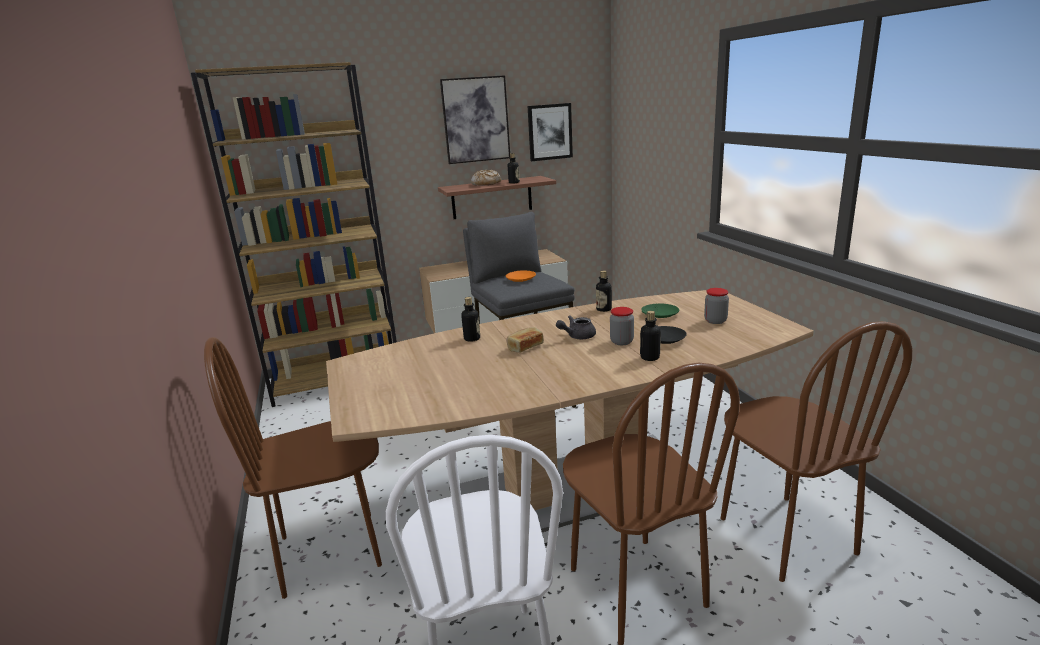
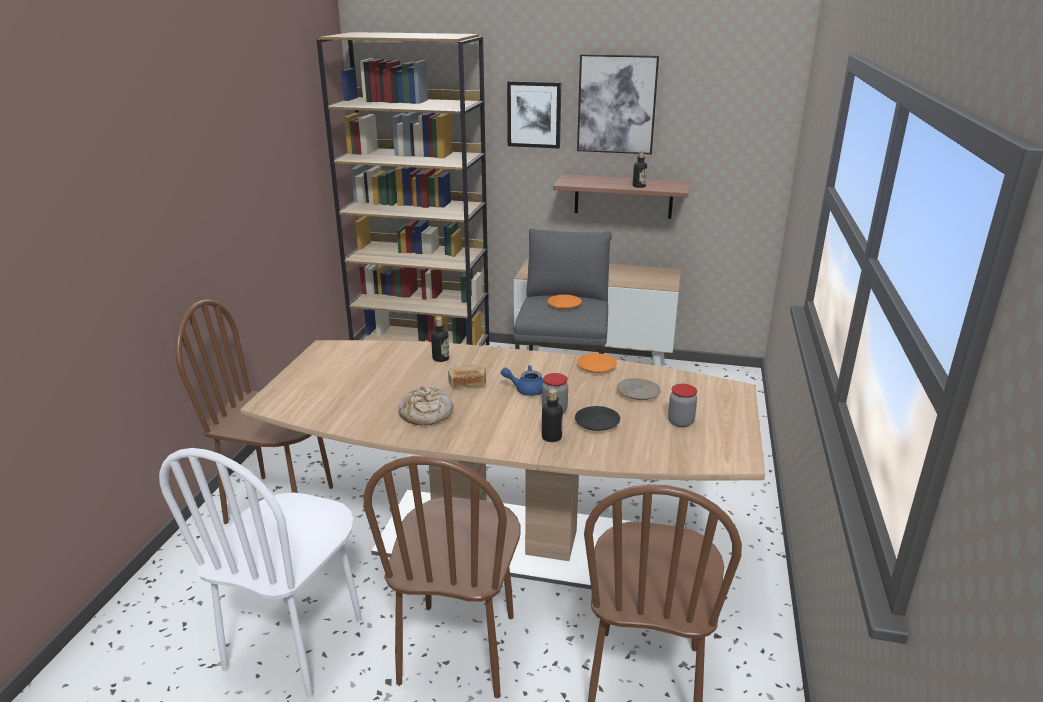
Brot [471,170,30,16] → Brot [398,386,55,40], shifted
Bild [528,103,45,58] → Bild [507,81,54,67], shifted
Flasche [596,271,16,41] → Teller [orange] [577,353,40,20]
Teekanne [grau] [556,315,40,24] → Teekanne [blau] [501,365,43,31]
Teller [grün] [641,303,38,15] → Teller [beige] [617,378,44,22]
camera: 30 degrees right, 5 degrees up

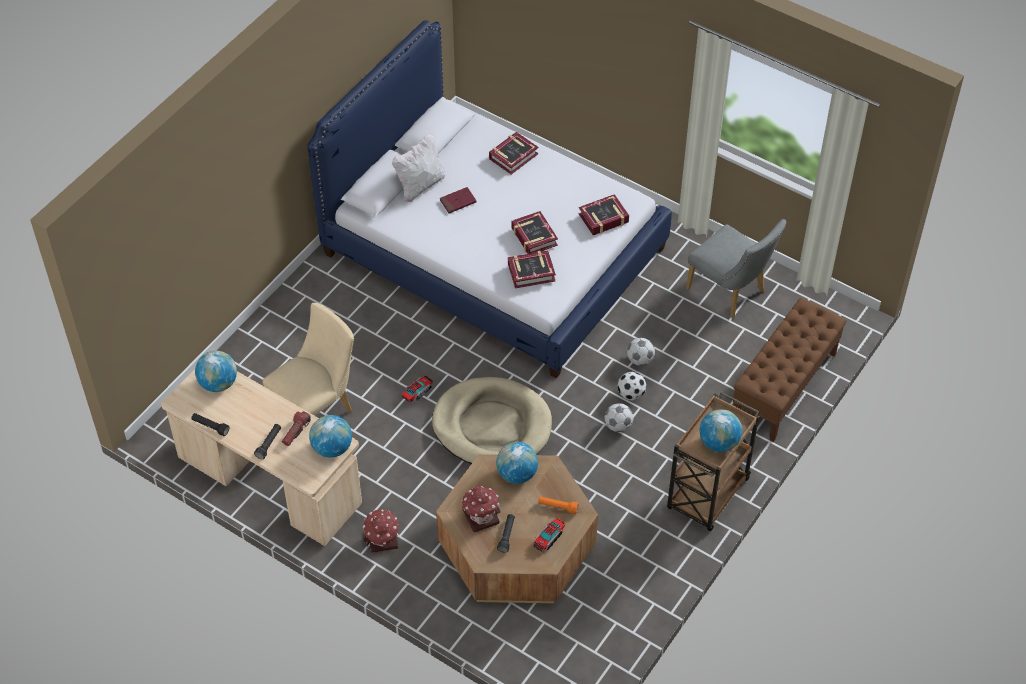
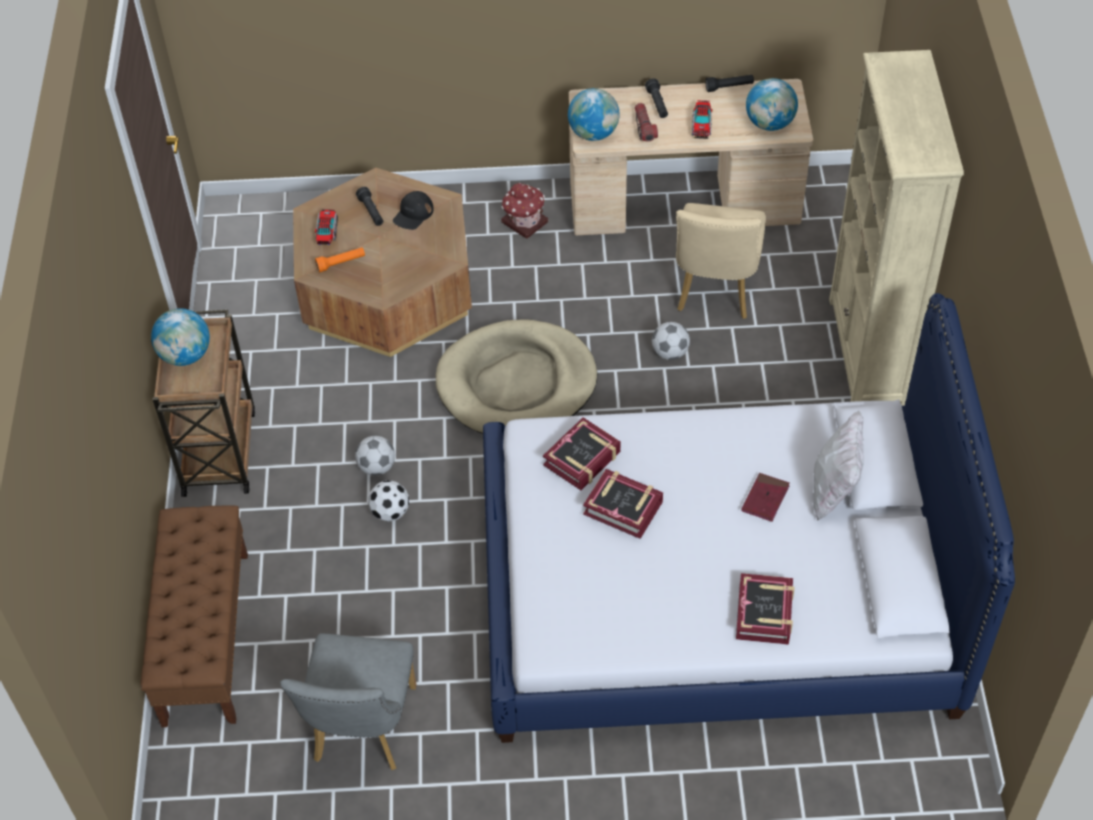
Globus [496,442,42,42] → -
Buch [579,194,50,41] → -
- → Bücherregal [beige] [829,50,135,356]
Spielzeuglaster [401,376,32,26] → Spielzeuglaster [692,100,21,39], shifted
Fußball [627,338,28,28] → Fußball [652,322,38,38], shifted
Spielzeughaus [462,486,38,46] → Kappe [schwarz] [393,191,41,39]
Stuhl [grau] [686,219,100,99] → Stuhl [grau] [280,633,137,137], 90 degrees counterclockwise
camera: 145 degrees right, 0 degrees up

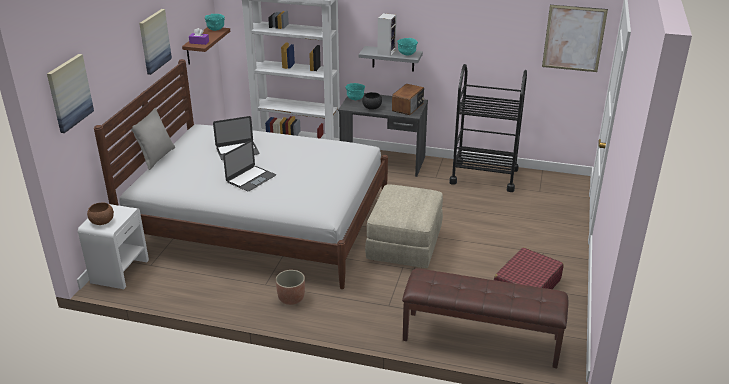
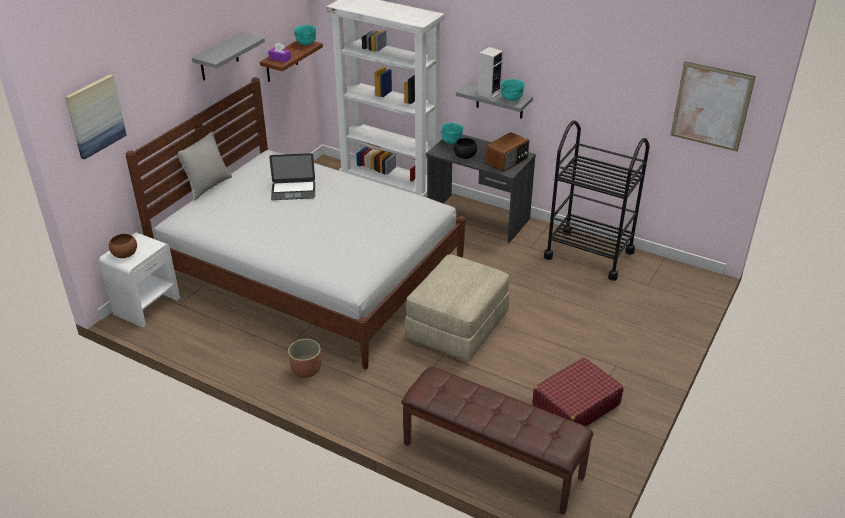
Laptop [223,140,53,51] → -
Bild [139,9,33,66] → Wandregal [grau] [192,32,73,49]
camera: 15 degrees right, 5 degrees up

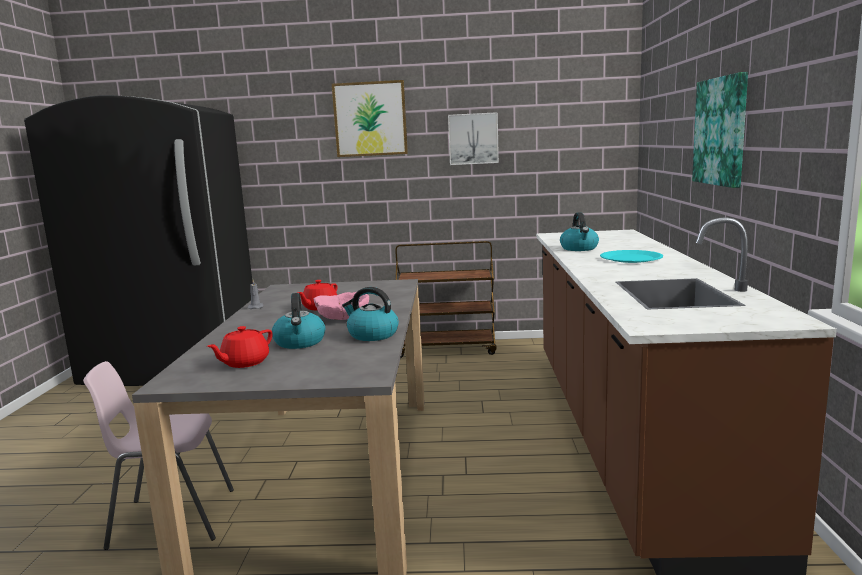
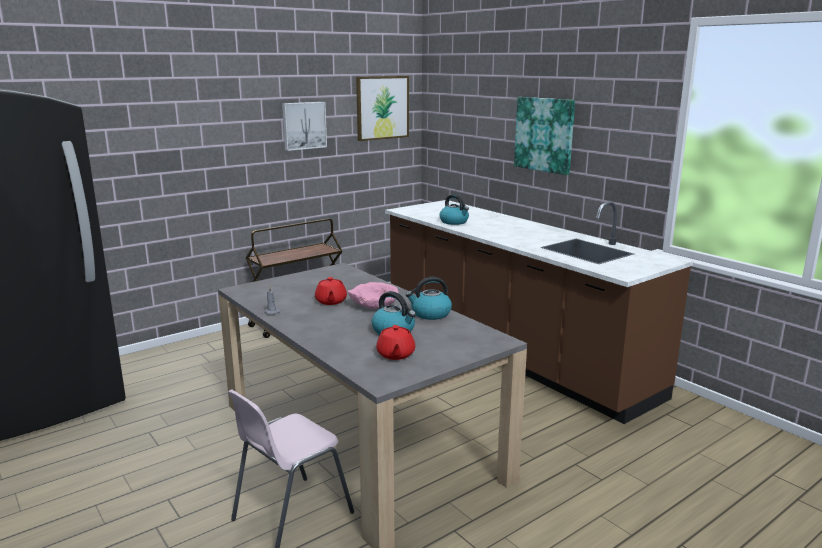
Teller [türkis] [600,250,63,13] → -
Bild [332,80,76,77] → Bild [356,76,53,65], shifted
camera: 40 degrees left, 5 degrees up

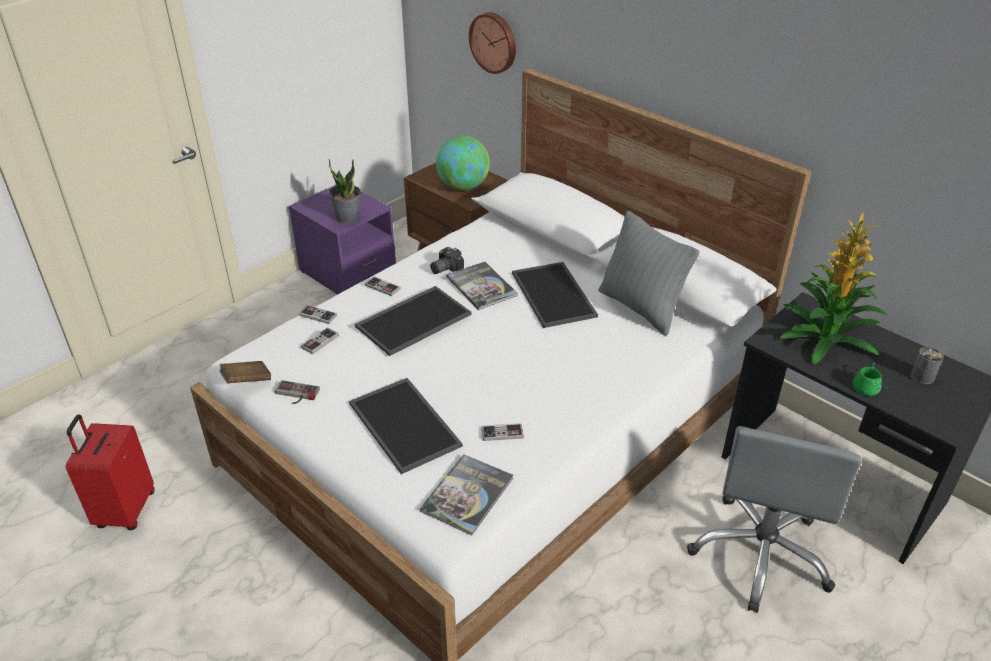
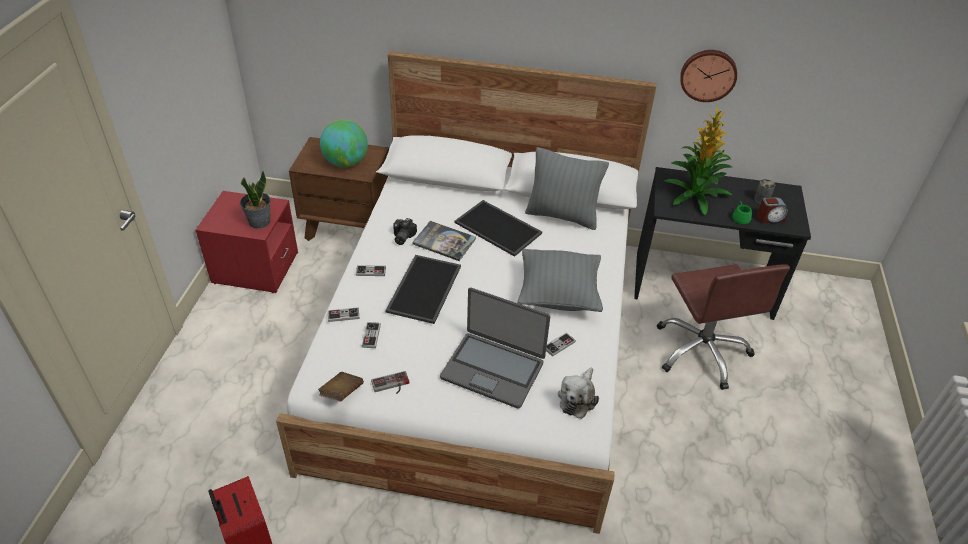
- → Kissen [grau] [517,248,86,64]
- → Wecker [756,197,32,26]
Wanduhr [469,12,47,62] → Wanduhr [680,50,57,52], shifted
Tablett [349,378,114,96] → Laptop [440,287,110,122]
Buch [420,454,93,81] → Plüschtier [558,368,41,51]
Nachttisch [lila] [289,185,107,110] → Nachttisch [rot] [195,191,103,102]
Bürostuhl [grau] [687,426,175,187] → Bürostuhl [braun] [657,264,133,126]
camera: 35 degrees left, 5 degrees up

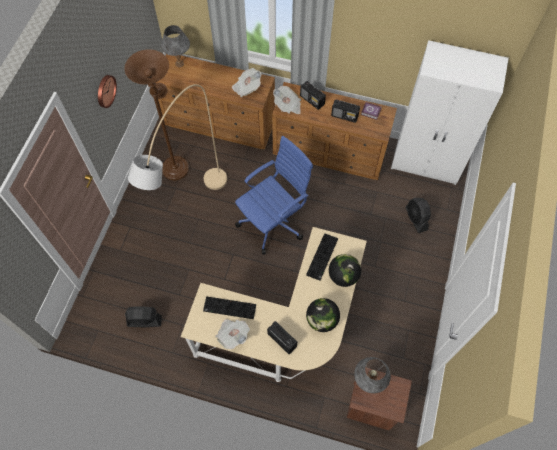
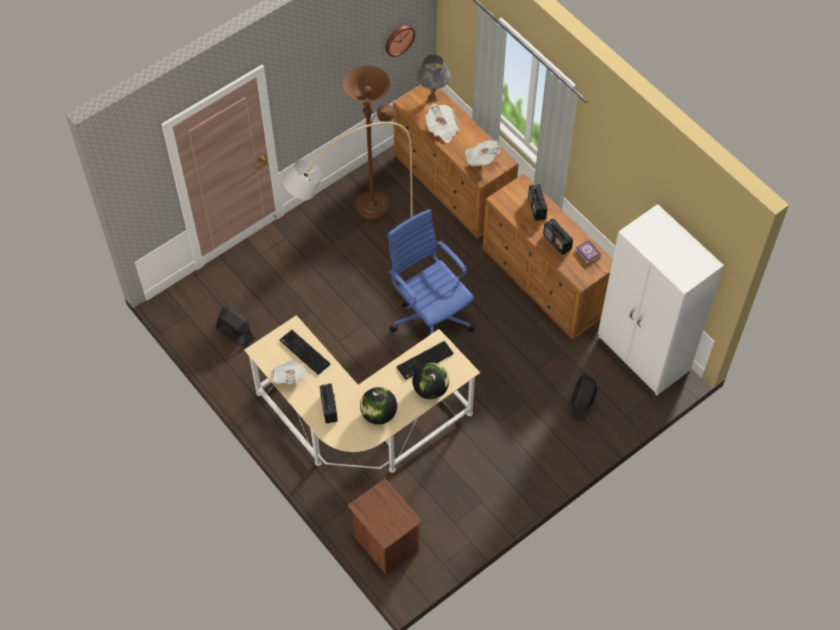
Tischlampe [grau] [354,357,37,37] → -
Wanduhr [98,75,19,33] → Wanduhr [385,25,30,32], shifted
Zeitung [273,86,28,28] → Zeitung [425,104,35,39], shifted
Bürostuhl [blau] [235,136,78,119] → Bürostuhl [blau] [387,209,87,126], 120 degrees counterclockwise
camera: 35 degrees right, 5 degrees down

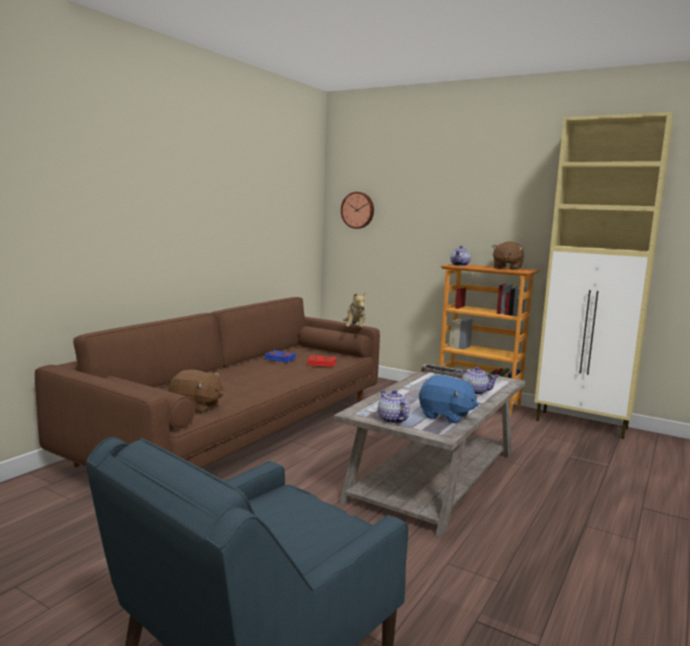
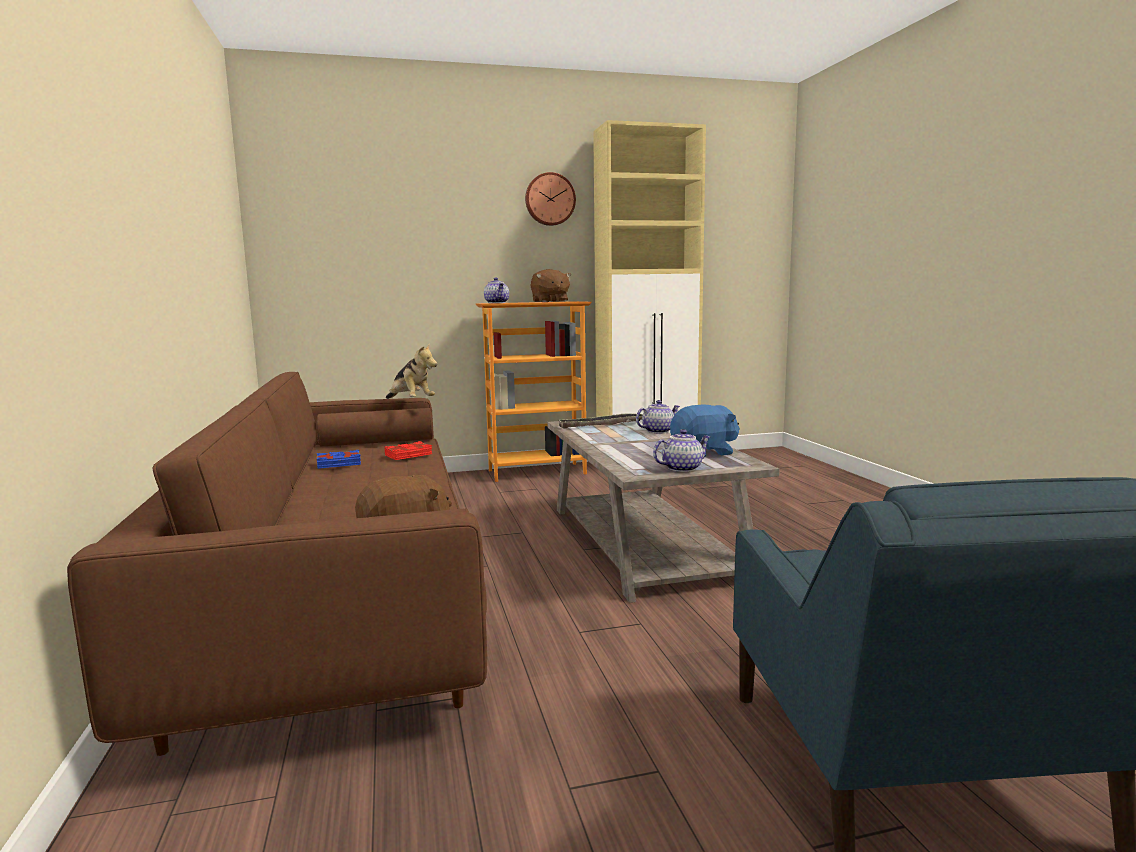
Wanduhr [341,192,33,37] → Wanduhr [525,172,51,54], shifted
Teekanne [378,390,32,34] → Teekanne [653,429,57,43], 135 degrees clockwise
camera: 45 degrees left, 0 degrees up

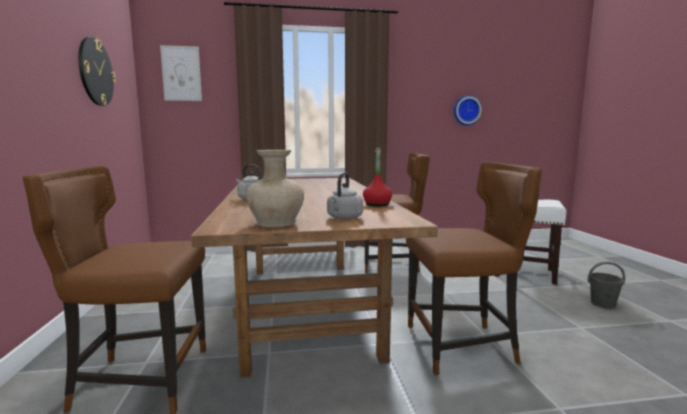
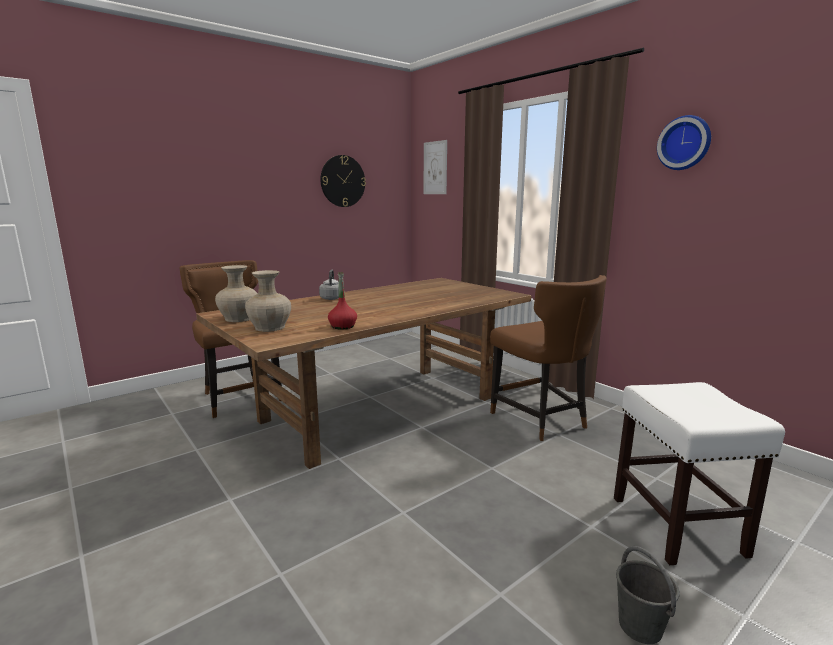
Stuhl [braun] [406,162,136,213] → -
Wanduhr [454,95,28,30] → Wanduhr [657,115,54,55], shifted
Wasserkessel [grau] [327,172,36,47] → Vase [beige] [245,270,46,62]
camera: 60 degrees right, 5 degrees up

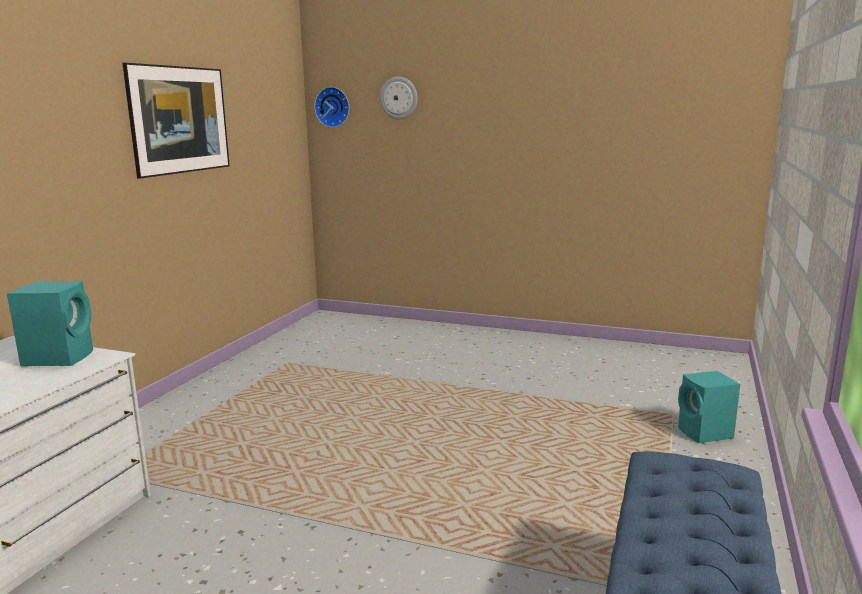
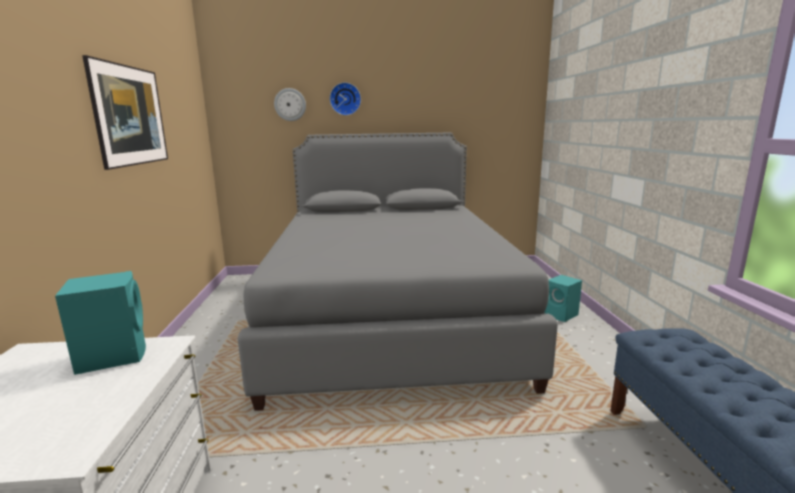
- → Bett [grau] [238,133,320,278]
Wanduhr [314,87,36,41] → Wanduhr [330,82,31,33], shifted
camera: 25 degrees left, 0 degrees up

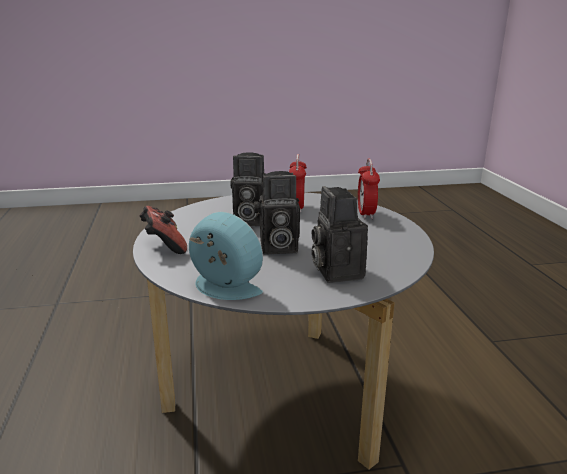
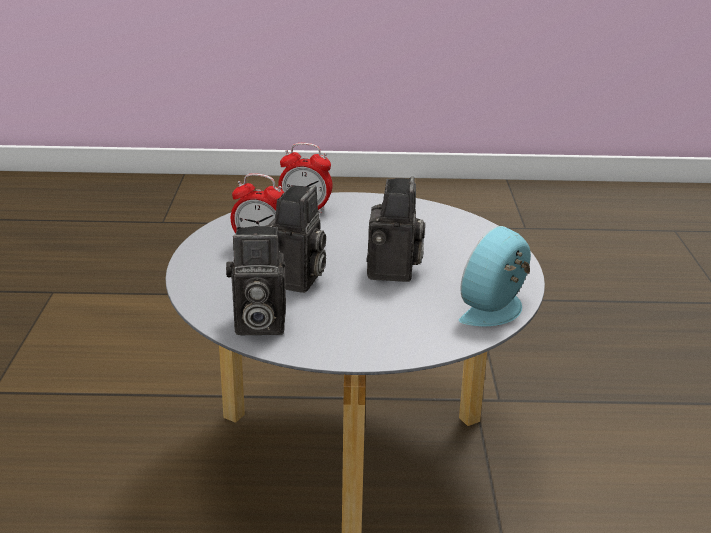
Gamepad [139,206,48,48] → -
Kamera [311,186,57,97] → Kamera [226,226,60,109], shifted
camera: 80 degrees left, 5 degrees up

